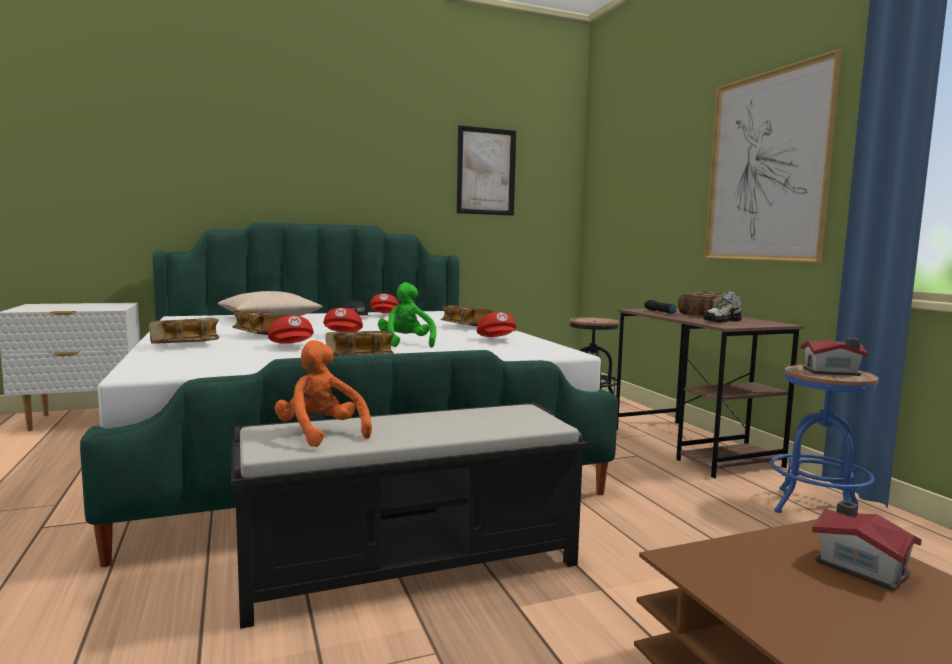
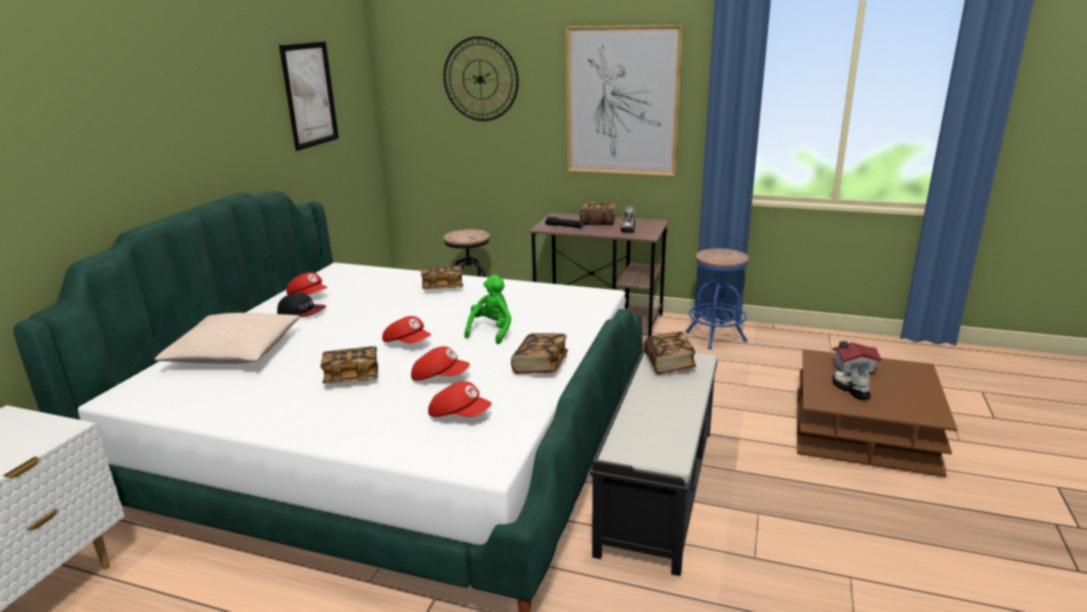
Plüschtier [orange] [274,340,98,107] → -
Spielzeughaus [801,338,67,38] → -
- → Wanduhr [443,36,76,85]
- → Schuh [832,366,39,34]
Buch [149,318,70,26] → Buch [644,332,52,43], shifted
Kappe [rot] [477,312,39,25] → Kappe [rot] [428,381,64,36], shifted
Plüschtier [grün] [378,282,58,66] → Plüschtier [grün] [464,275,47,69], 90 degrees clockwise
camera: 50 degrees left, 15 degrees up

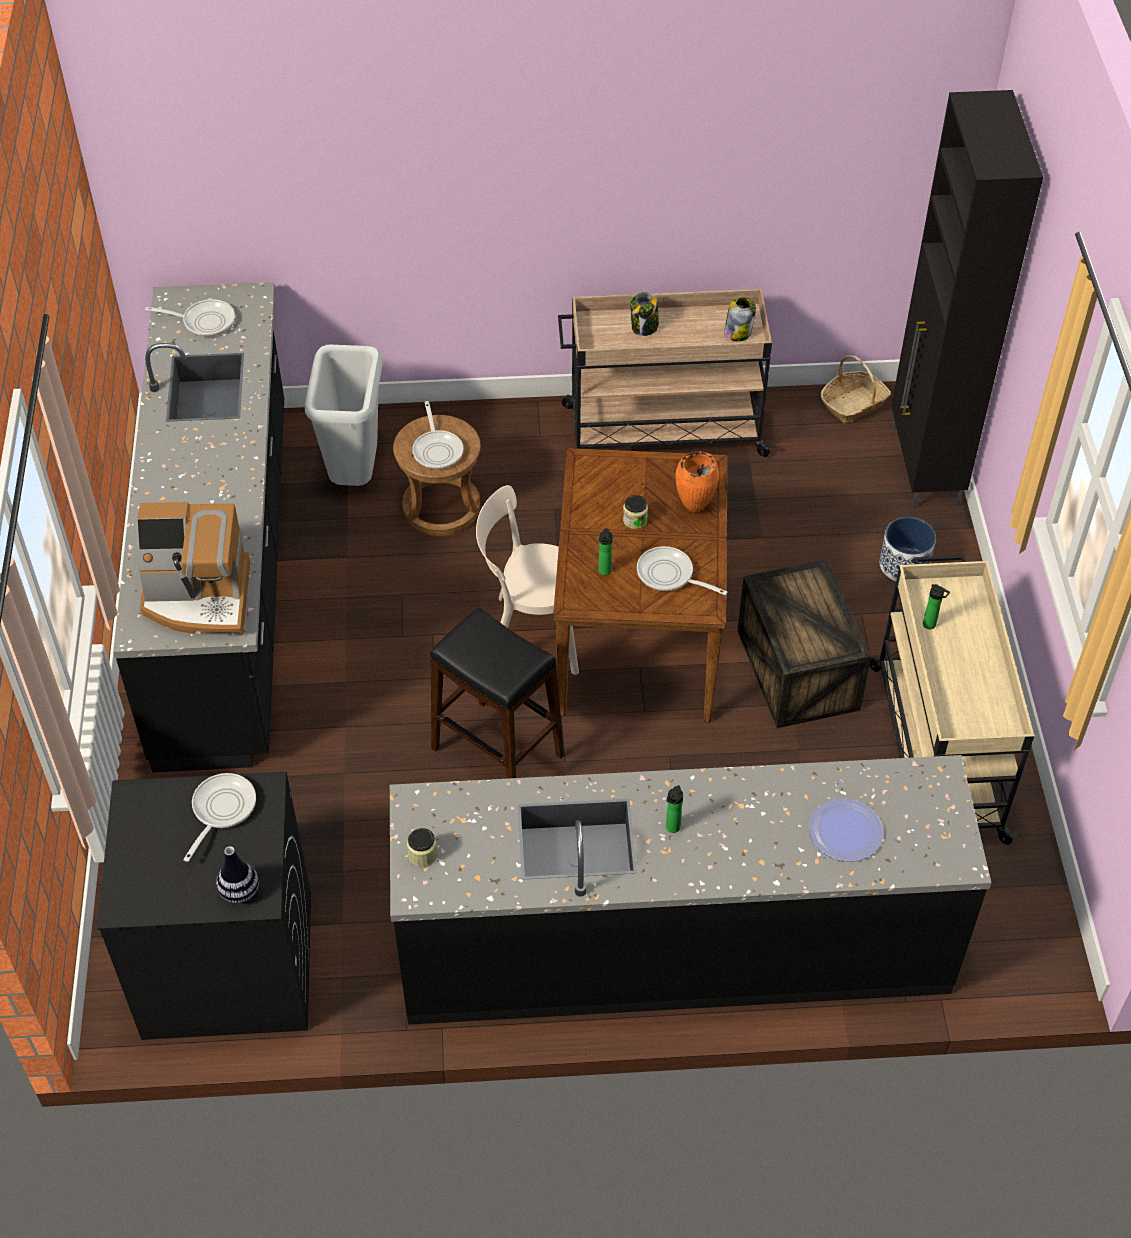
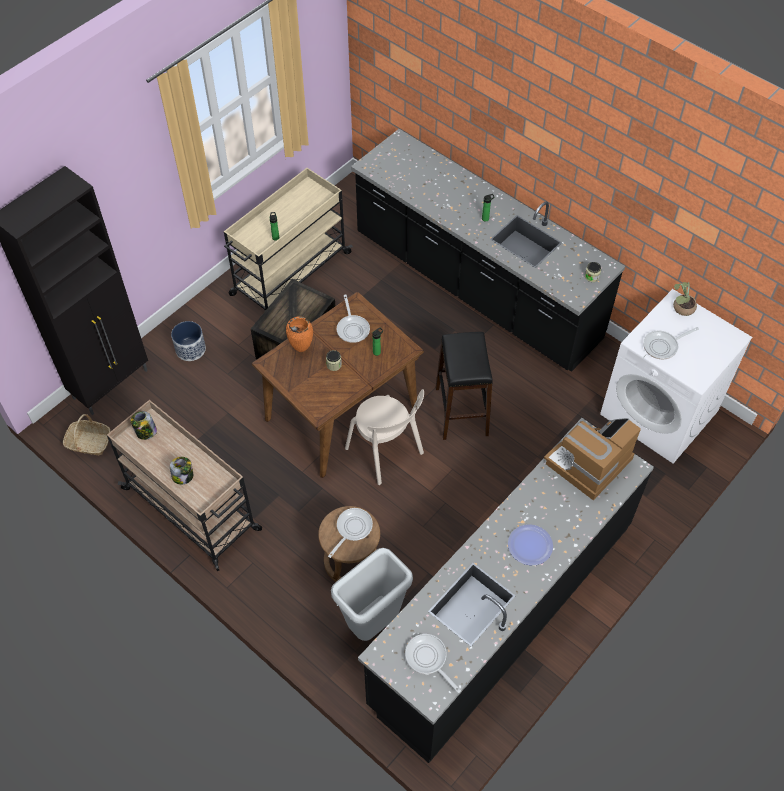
Teller [809,799,75,63] → Teller [508,524,45,41], shifted
Vase [216,846,43,57] → Topfpflanze [673,282,24,34]
Waschmaschine [schwarz] [97,772,214,268] → Waschmaschine [weiß] [600,289,152,174]
Kaffeemaschine [136,502,114,133] → Kaffeemaschine [544,418,97,82], 90 degrees counterclockwise
camera: 135 degrees left, 5 degrees up

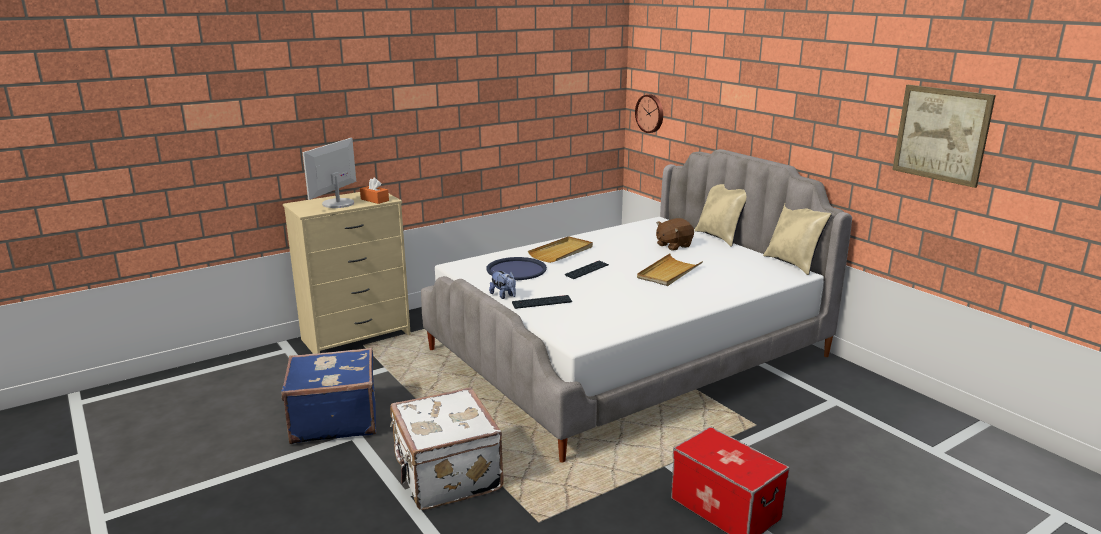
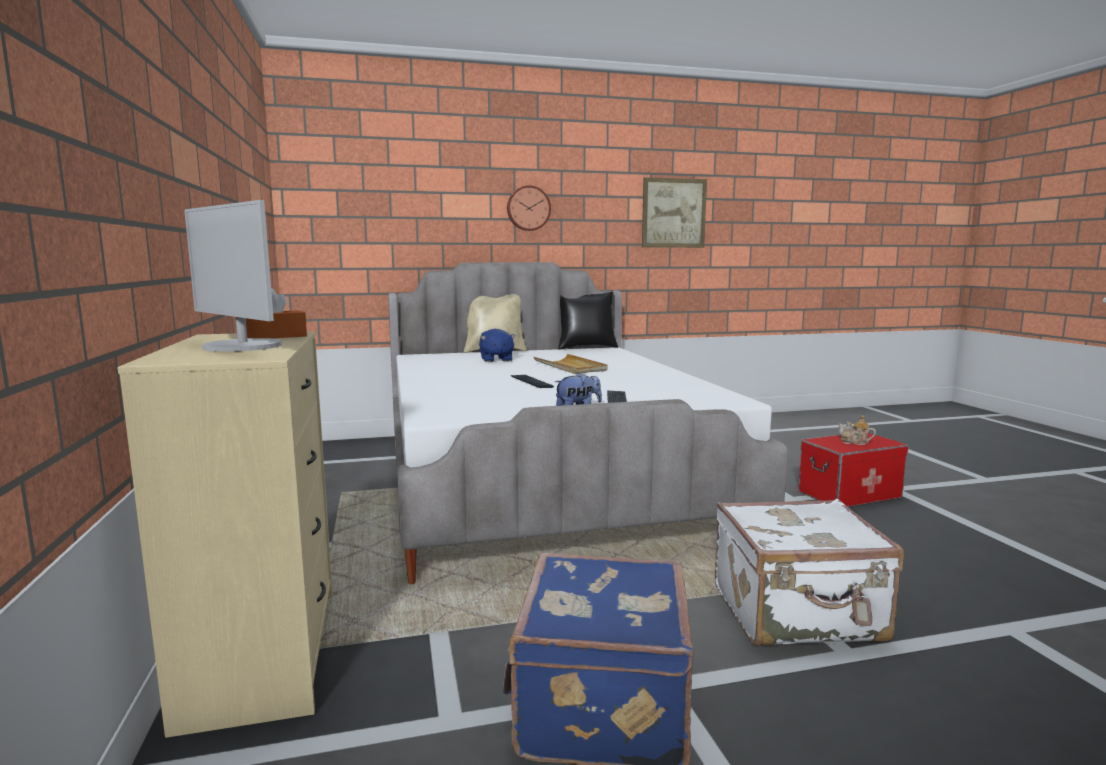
Tablett [blau] [486,257,61,23] → -
Tablett [beige] [528,236,65,27] → -
- → Teekanne [838,415,38,29]
Wanduhr [635,95,28,38] → Wanduhr [507,185,44,46], shifted
Plüschtier [braun] [656,218,38,33] → Plüschtier [blau] [479,329,37,33]
Kissen [beige] [763,204,69,71] → Kissen [schwarz] [558,291,60,59]
camera: 70 degrees left, 10 degrees down

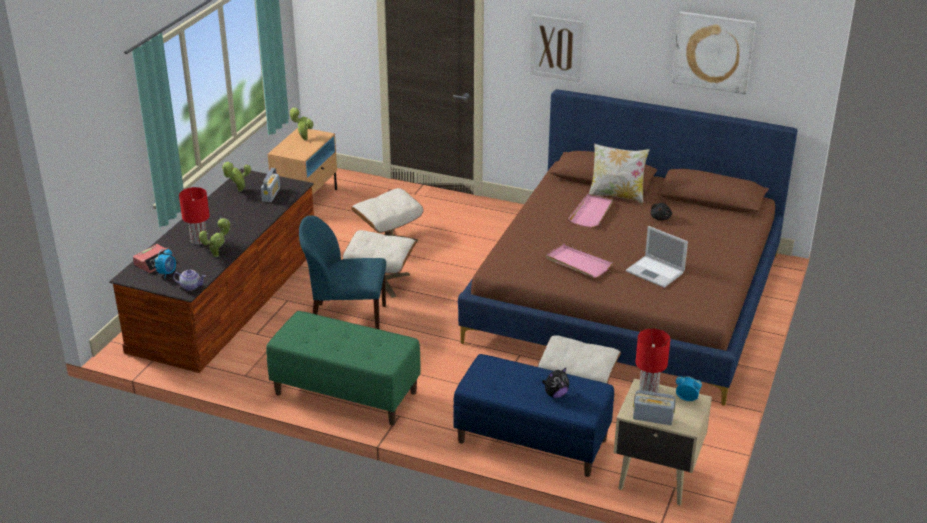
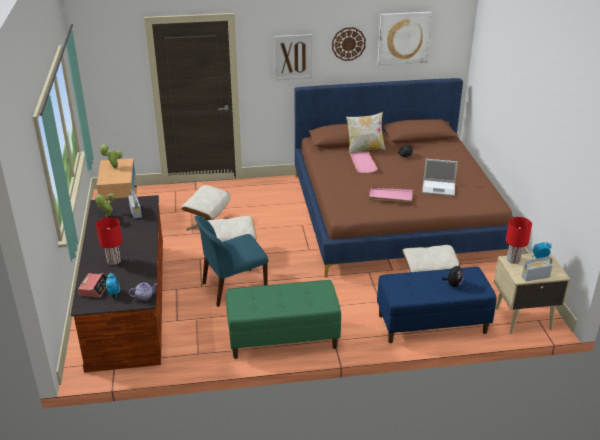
Topfpflanze [199,218,32,39] → -
- → Wanduhr [332,27,34,34]
camera: 30 degrees left, 0 degrees up

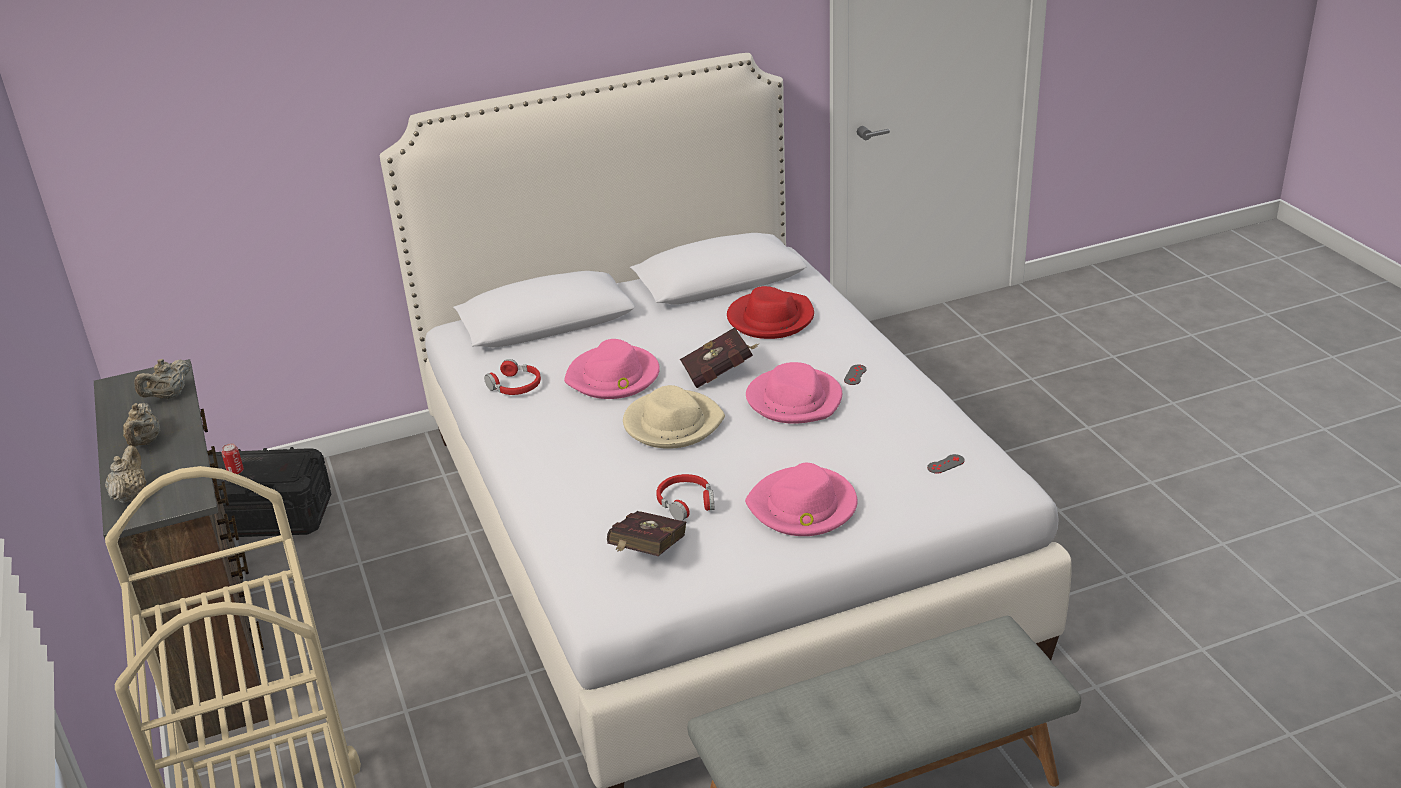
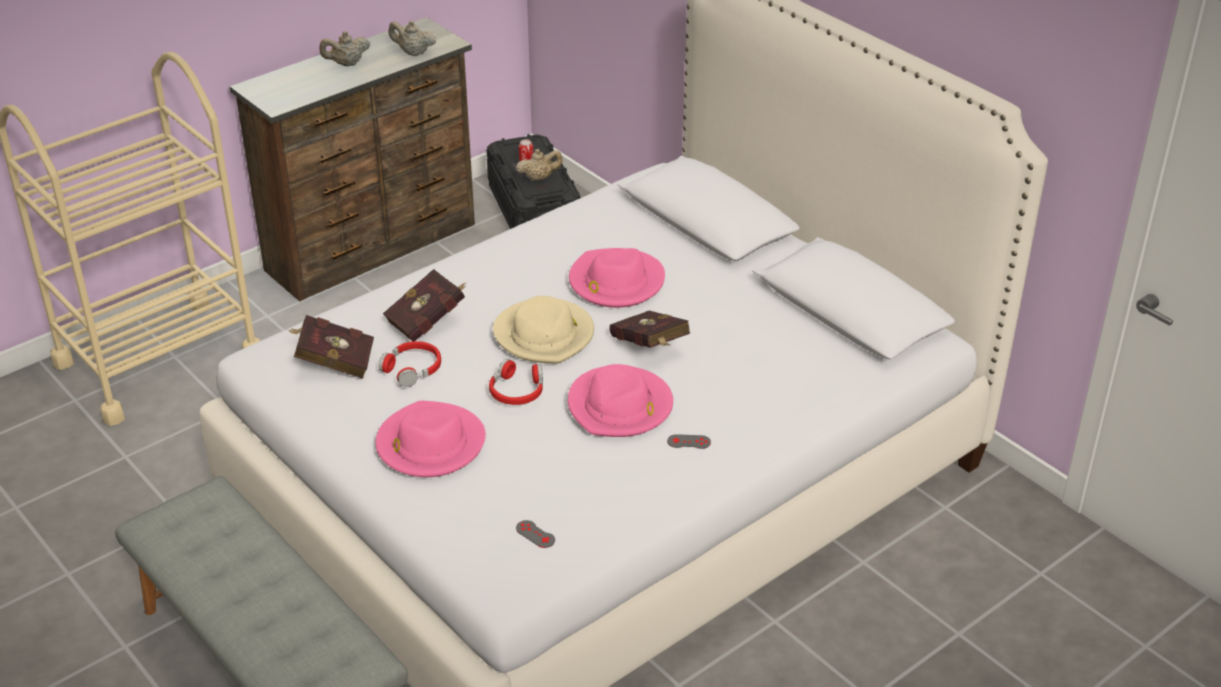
Hut [rot] [727,286,87,53] → -
- → Buch [rot] [383,269,83,72]
Teekanne [beige] [105,446,42,57] → Teekanne [beige] [516,149,46,32], shifted
Kopfhörer [rot] [484,359,57,36] → Kopfhörer [rot] [489,359,54,46], shifted
camera: 70 degrees right, 5 degrees up

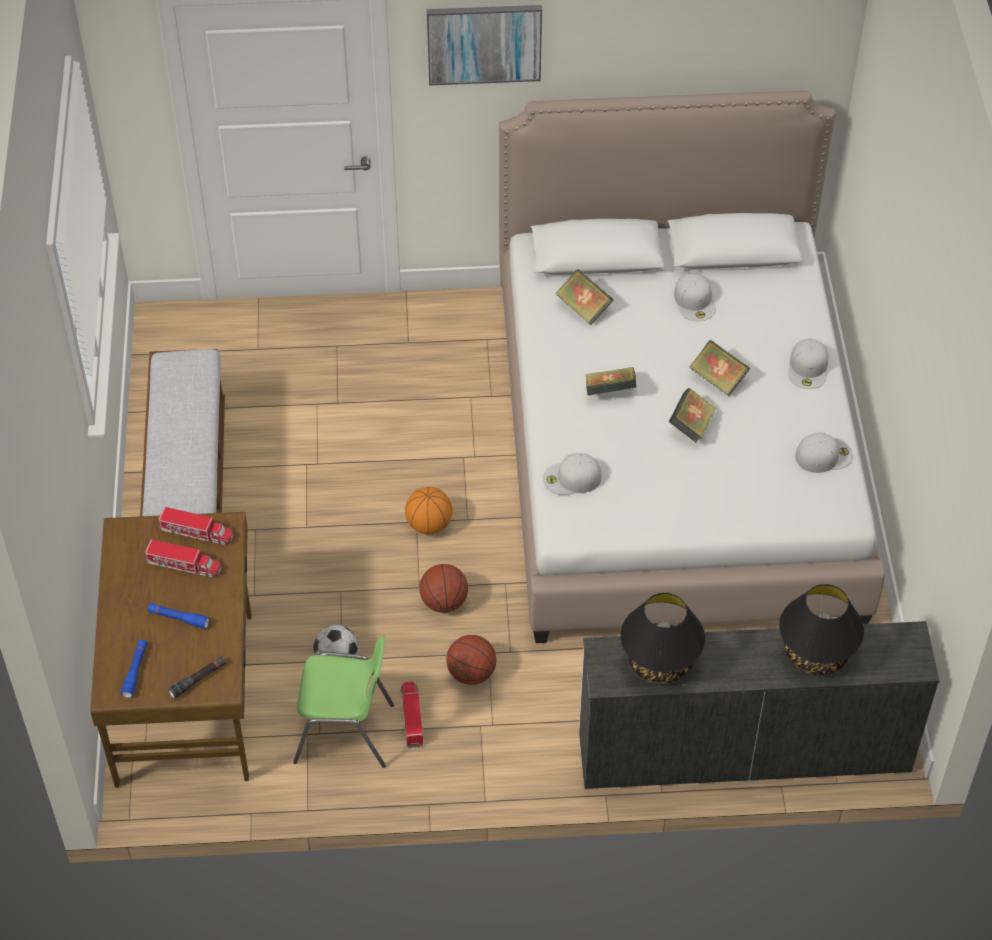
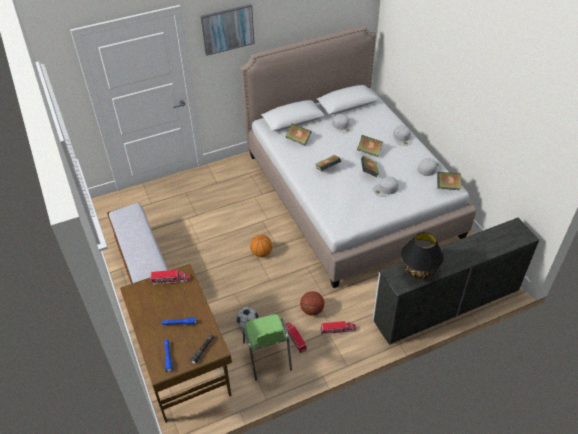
Basketball [419,564,49,49] → -
Tischlampe [schwarz] [779,584,85,91] → -
- → Buch [437,172,25,18]
Spielzeuglaster [145,539,76,39] → Spielzeuglaster [320,321,36,14], shifted
Kappe [weiß] [543,453,59,42] → Kappe [weiß] [373,176,26,21], shifted
Stuhl [grün] [293,636,101,132] → Stuhl [grün] [243,314,49,66], 90 degrees clockwise
camera: 20 degrees left, 5 degrees down

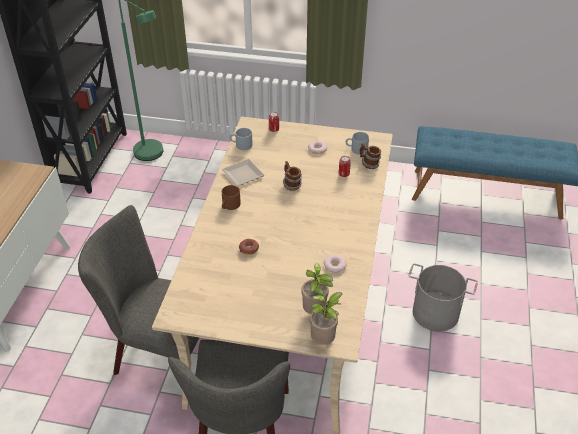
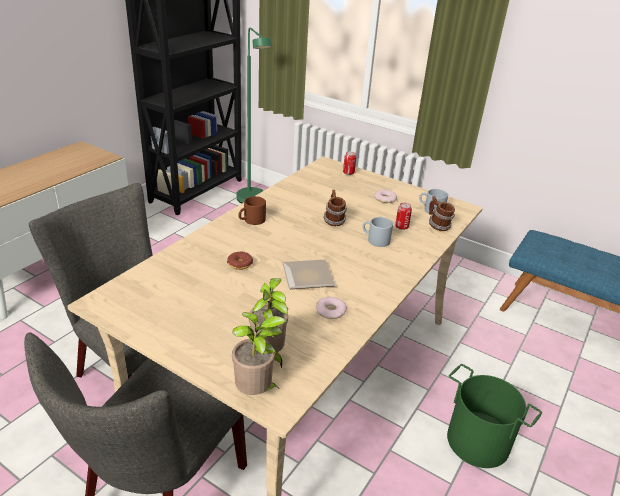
Teller [222,159,42,28] → Teller [282,260,53,29], shifted
Henkelbecher [grau] [230,128,23,22] → Henkelbecher [grau] [362,217,31,30], shifted
Eimer [grau] [408,264,70,68] → Eimer [grün] [447,364,95,104]
camera: 20 degrees right, 10 degrees down

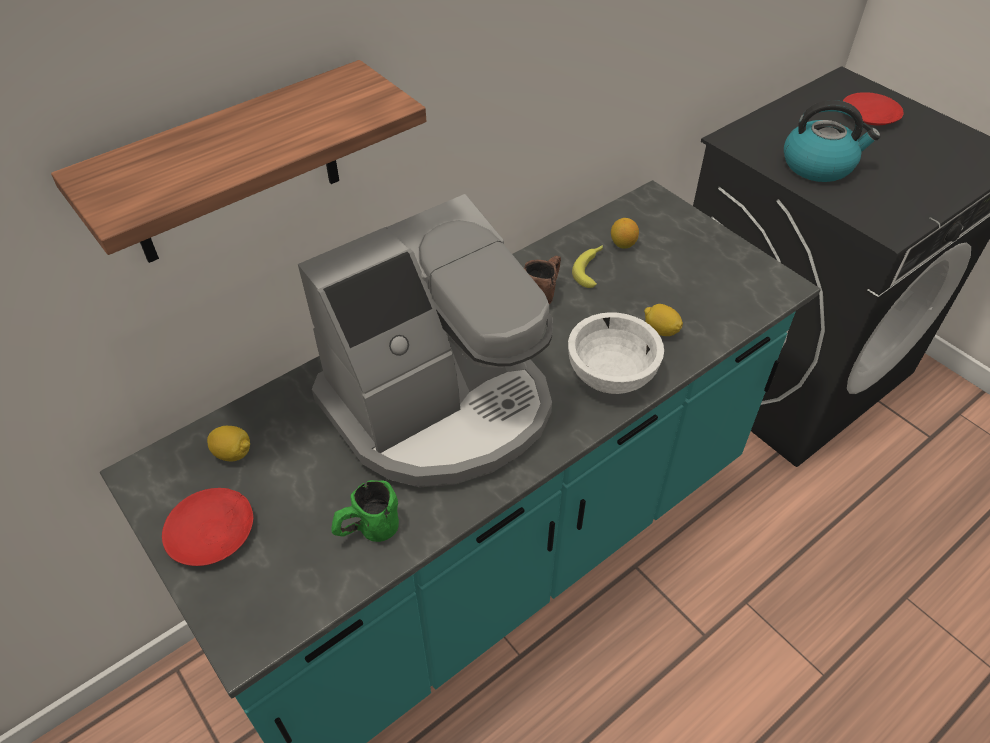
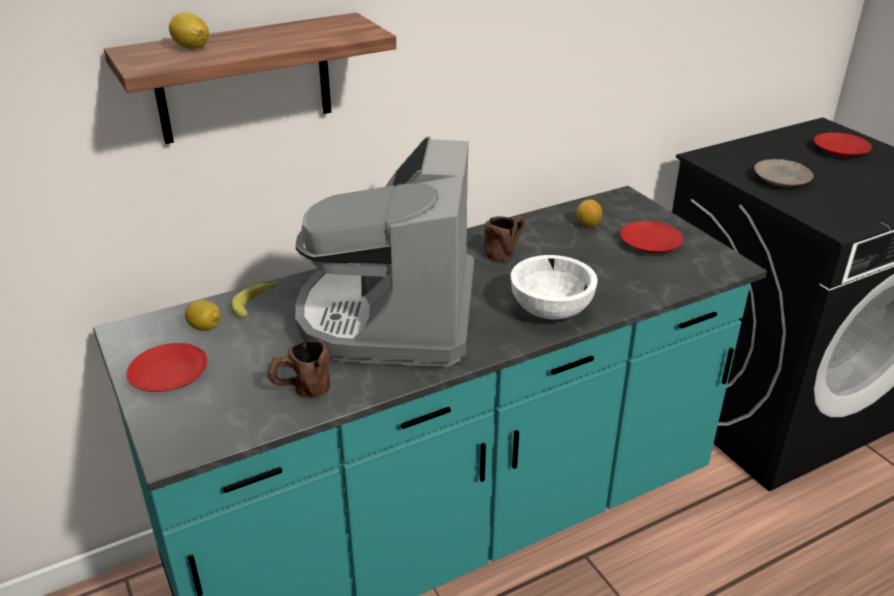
- → Teller [rot] [620,221,64,32]
Banane [572,245,31,43] → Banane [231,282,46,36], shifted
Zitrone [644,304,39,32] → Zitrone [169,12,40,37], shifted
Wasserkessel [784,100,97,82] → Teller [beige] [754,159,60,28]
Henkelbecher [grün] [331,480,68,62] → Henkelbecher [braun] [267,341,63,57]
Kaffeemaschine [298,194,255,294] → Kaffeemaschine [295,137,179,230], 120 degrees clockwise
camera: 10 degrees right, 15 degrees down

